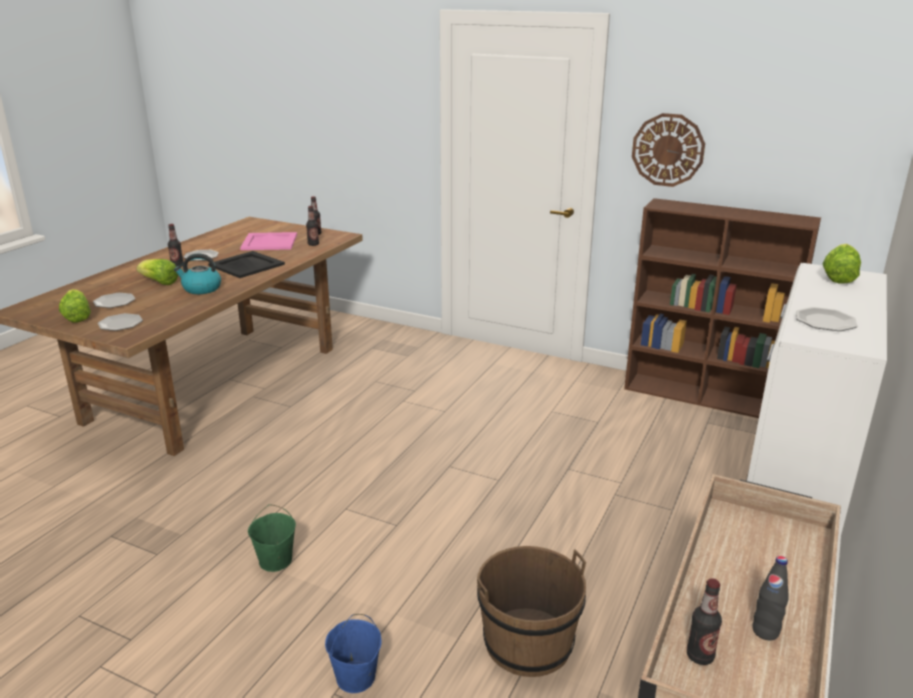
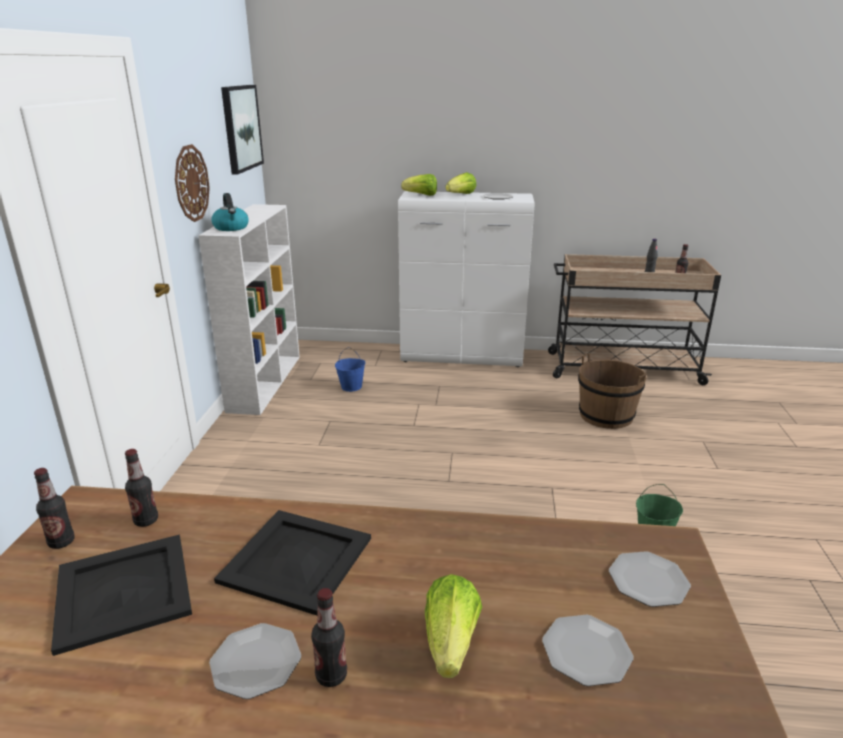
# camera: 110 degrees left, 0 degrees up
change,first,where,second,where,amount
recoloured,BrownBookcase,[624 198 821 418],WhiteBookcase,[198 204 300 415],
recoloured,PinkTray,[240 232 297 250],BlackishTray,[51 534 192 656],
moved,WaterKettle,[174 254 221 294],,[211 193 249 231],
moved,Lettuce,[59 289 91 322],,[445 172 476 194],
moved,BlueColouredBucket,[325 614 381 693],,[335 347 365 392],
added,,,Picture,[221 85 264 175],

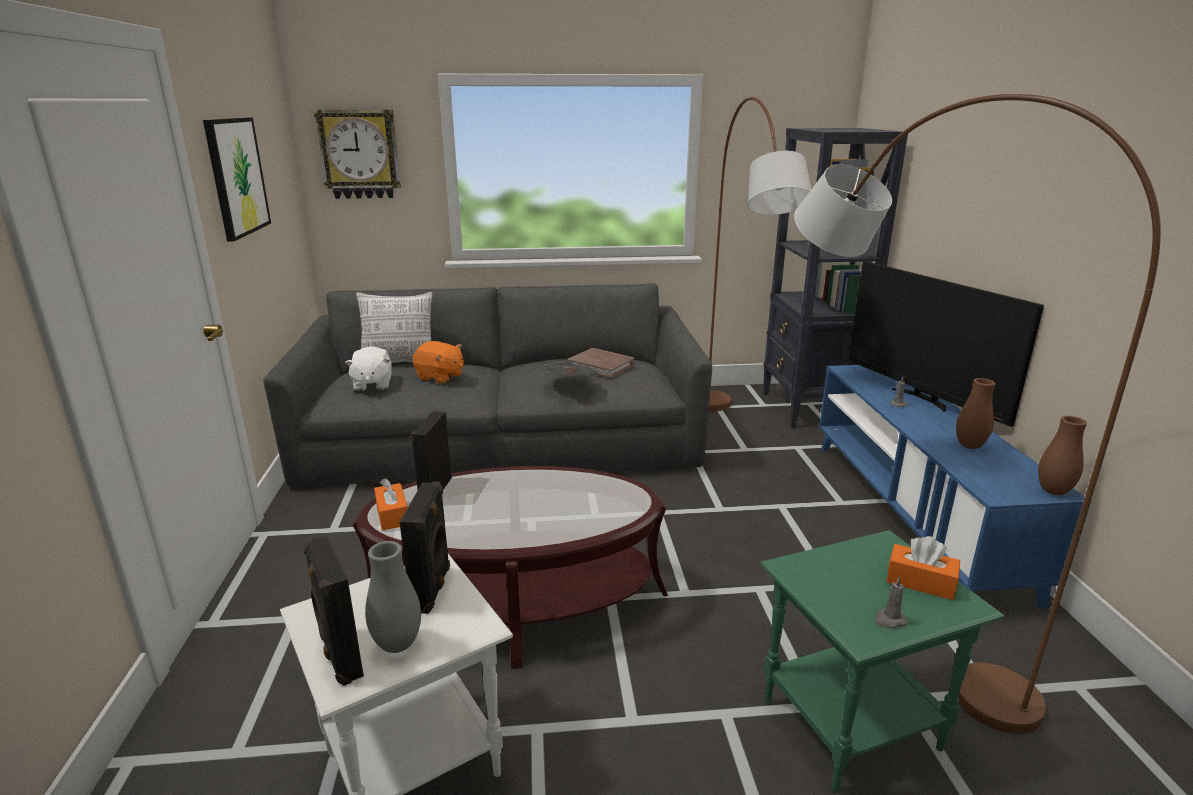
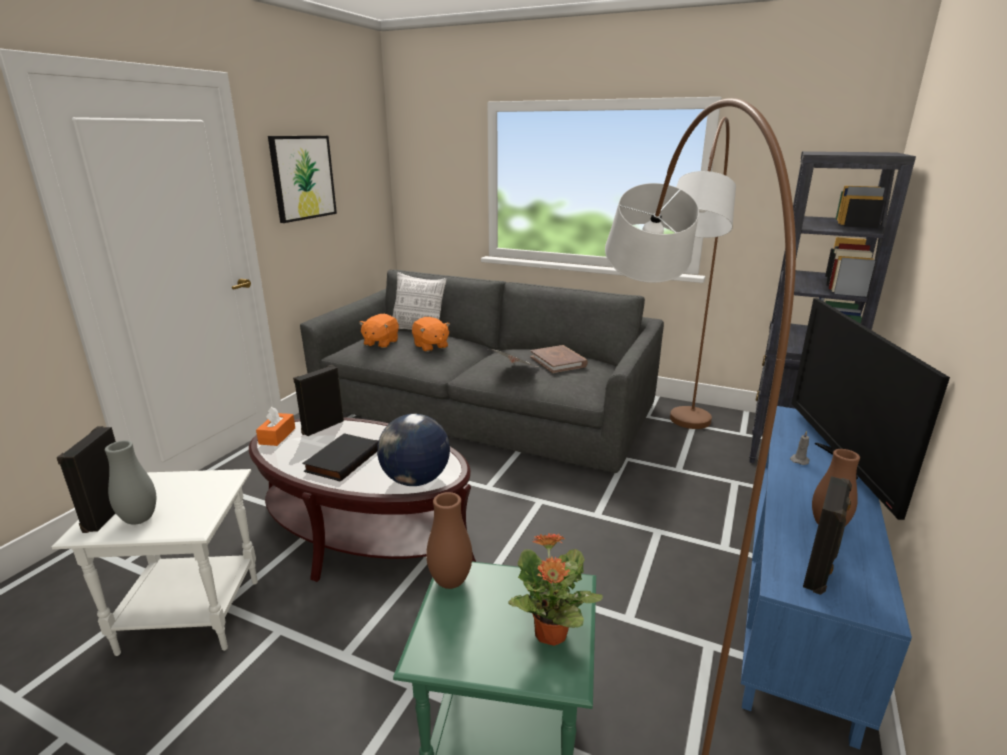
# camera: 30 degrees right, 0 degrees up
change,first,where,second,where,amount
removed,HangingClock,[314 110 401 199],,,
recoloured,WhiteSoftToy,[345 346 392 392],OrangeySoftToy,[359 314 399 348],
moved,BrownFlowerVase,[1038 416 1087 495],,[426 492 472 589],
moved,BlackishAudioSpeaker,[400 482 450 614],,[803 476 852 595],
replaced,OrangeyBoxOfTissues,[886 536 960 600],PlantInAPot,[508 533 603 646],
removed,GrayWaxCandle,[875 576 908 628],,,
added,,,DeskGlobe,[377 414 450 486],
added,,,BlackishBook,[303 433 379 482],

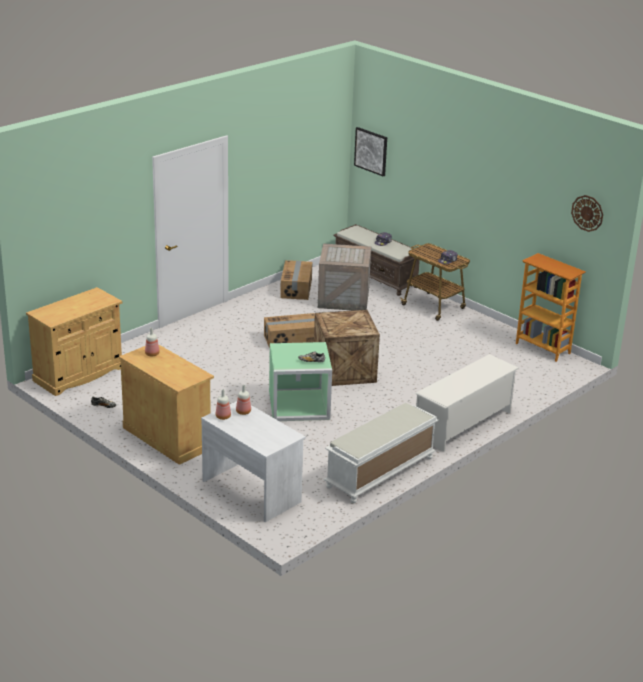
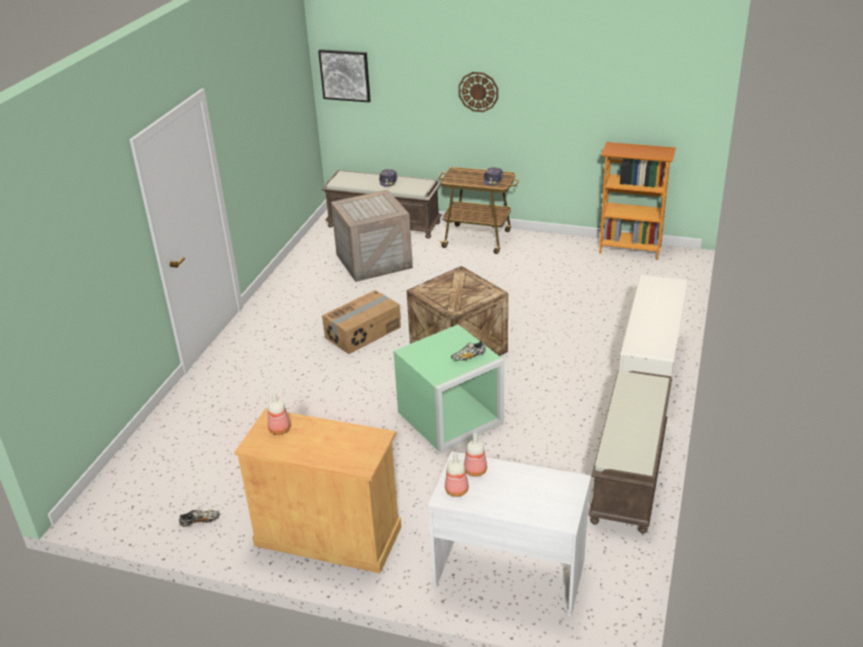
# camera: 25 degrees left, 5 degrees up
change,first,where,second,where,amount
moved,HangingClock,[571 195 603 232],,[458 72 498 112],
removed,CardboardBox,[280 260 312 300],,,
removed,SandColouredCupboard,[26 287 122 396],,,
recoloured,WhiteBench,[324 403 438 503],BrownBench,[589 371 672 534],

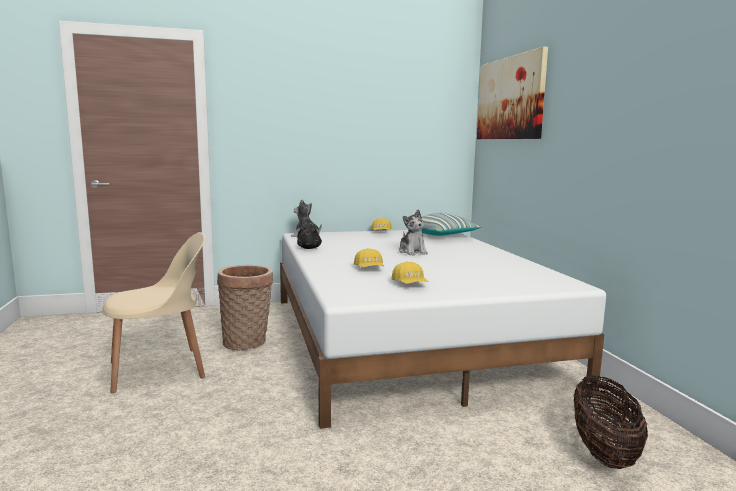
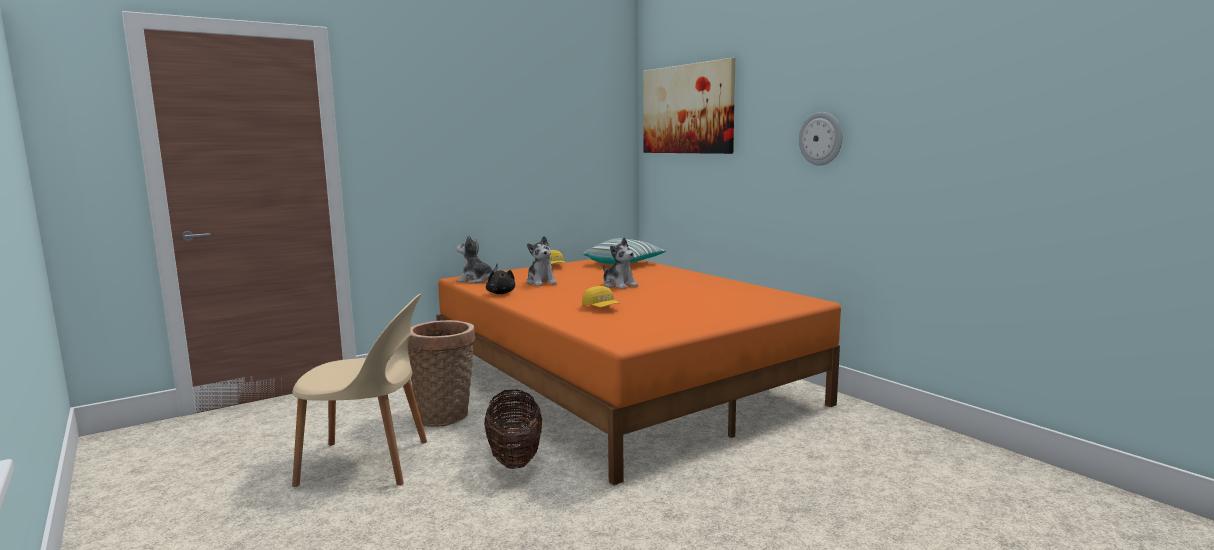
# camera: 20 degrees left, 0 degrees up
change,first,where,second,where,amount
recoloured,WhiteBedroomBed,[280 230 606 429],OrangeyBedroomBed,[436 259 841 485],
turned,SandColouredChair,[102 232 205 393],,[292 294 427 487],45 degrees clockwise
removed,YellowBaseballCap,[392 261 429 284],,,
moved,Basket,[573 375 648 469],,[484 390 542 469],
added,,,HangingClock,[799 112 842 166],
added,,,SoftToy,[526 236 557 286],

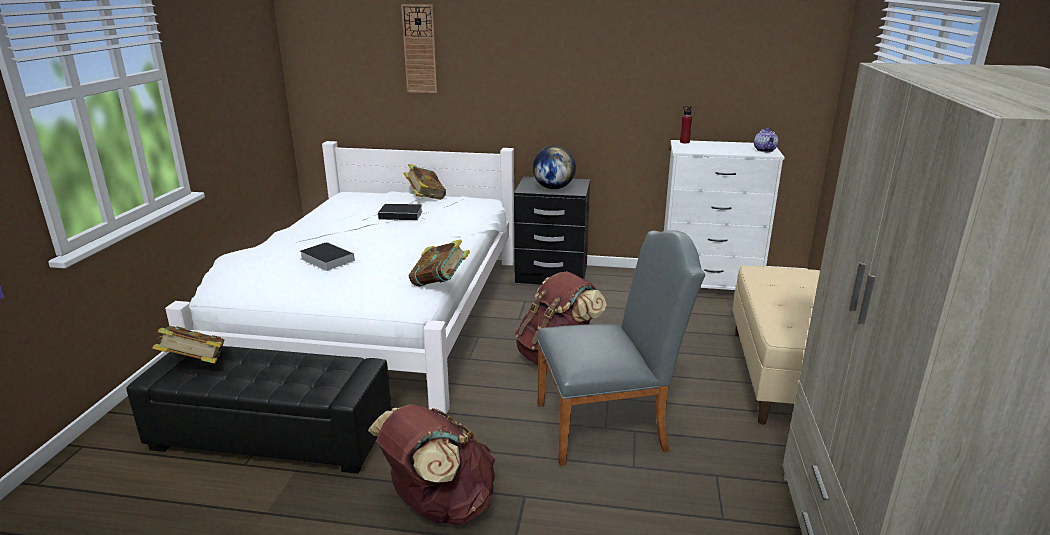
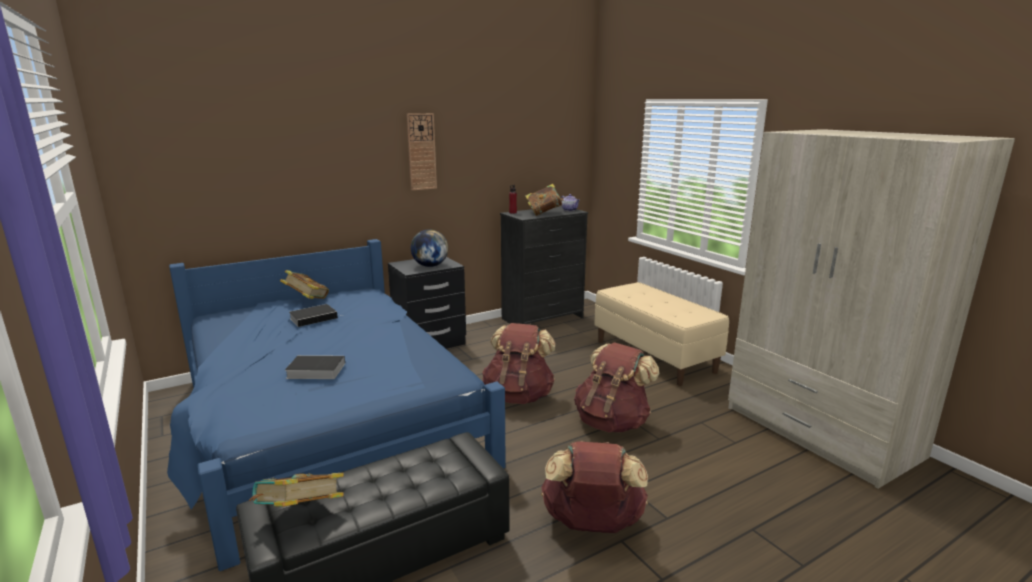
# camera: 40 degrees left, 5 degrees down
change,first,where,second,where,amount
moved,HangingClock,[401 4 437 93],,[406 113 437 190],
recoloured,WhiteDrawerChest,[664 140 785 290],BlackishDrawerChest,[500 206 588 324],
recoloured,WhiteBedroomBed,[165 141 514 415],BlueColouredBedroomBed,[167 239 506 571],
replaced,GrayChair,[538 230 705 466],BrownKnapsack,[574 342 659 433],
moved,Book,[409 239 470 287],,[525 184 564 216],

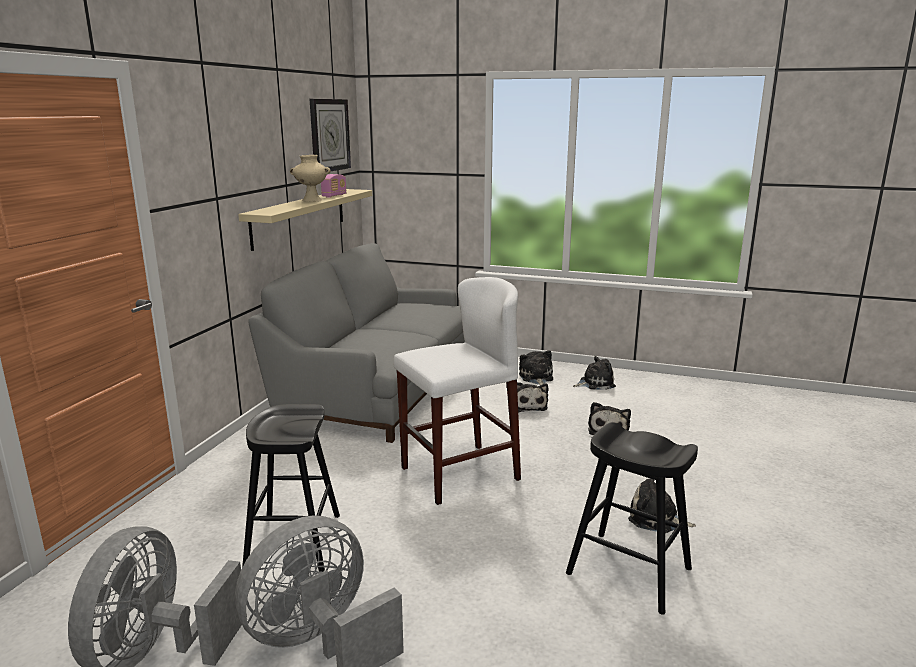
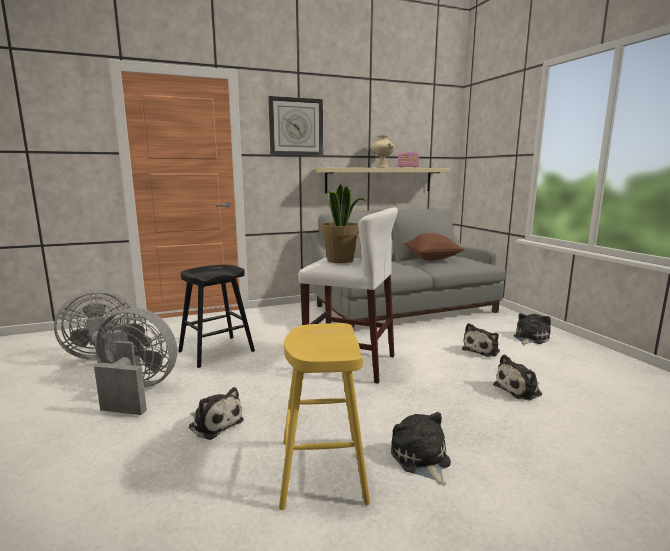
# camera: 50 degrees right, 5 degrees down
change,first,where,second,where,amount
moved,HangingClock,[309 99 351 171],,[268 96 323 156],
moved,SoftToy,[573 356 616 390],,[189 387 244 440],
recoloured,BlackishStool,[566 422 698 615],YellowStool,[279 323 370 510],
added,,,PlantInAPot,[322 184 366 263],
added,,,BrownCushion,[404 233 464 261],

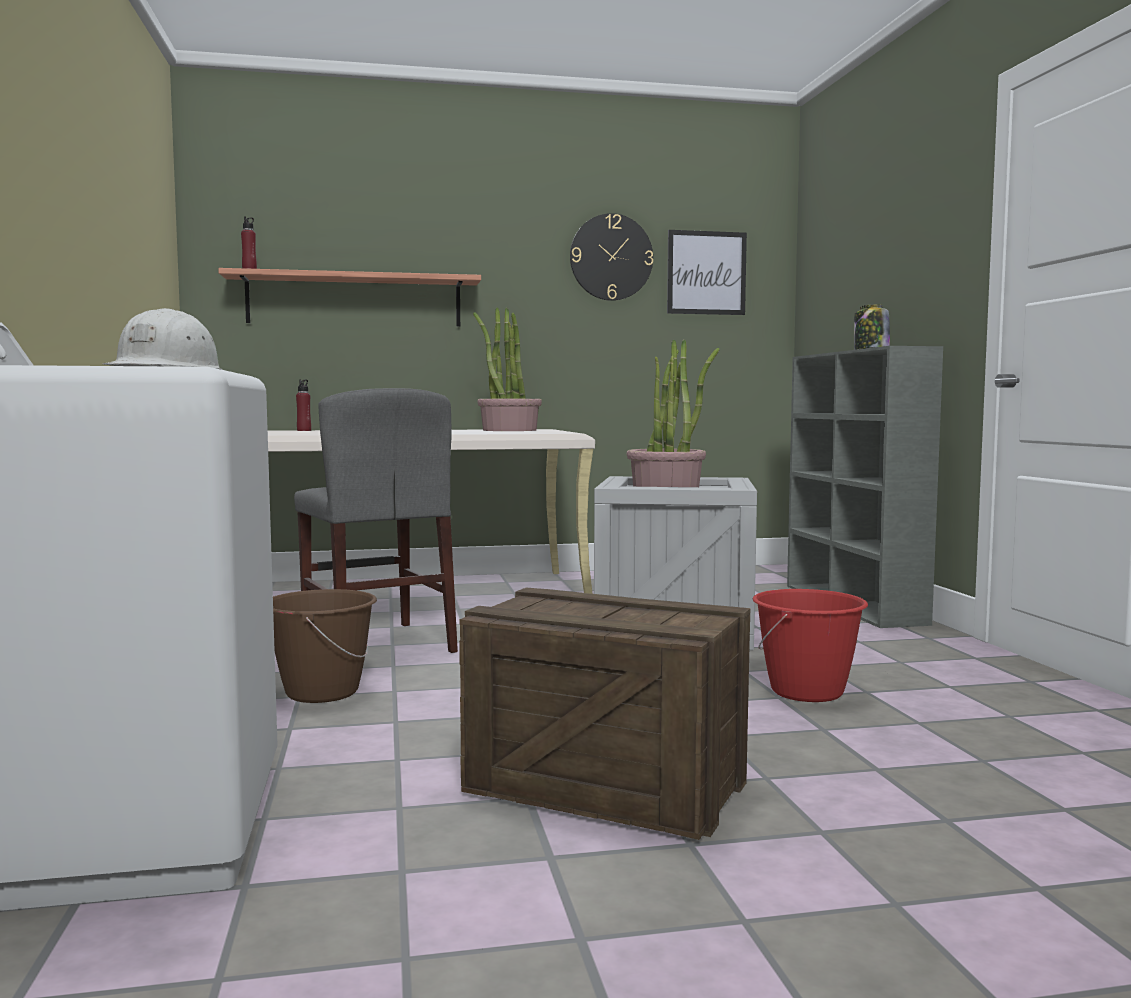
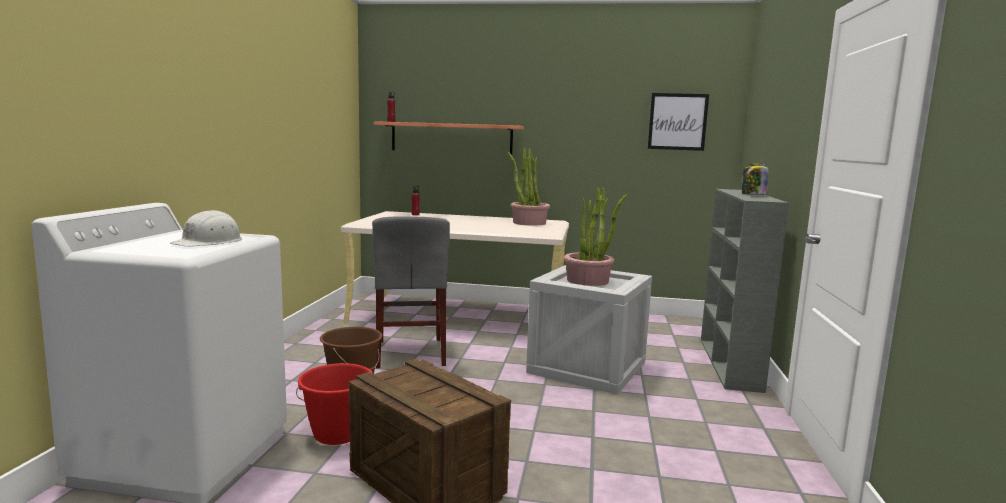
# camera: 20 degrees right, 5 degrees up
change,first,where,second,where,amount
removed,HangingClock,[570 213 653 301],,,
moved,ReddishBucket,[753 589 868 702],,[296 363 373 445],

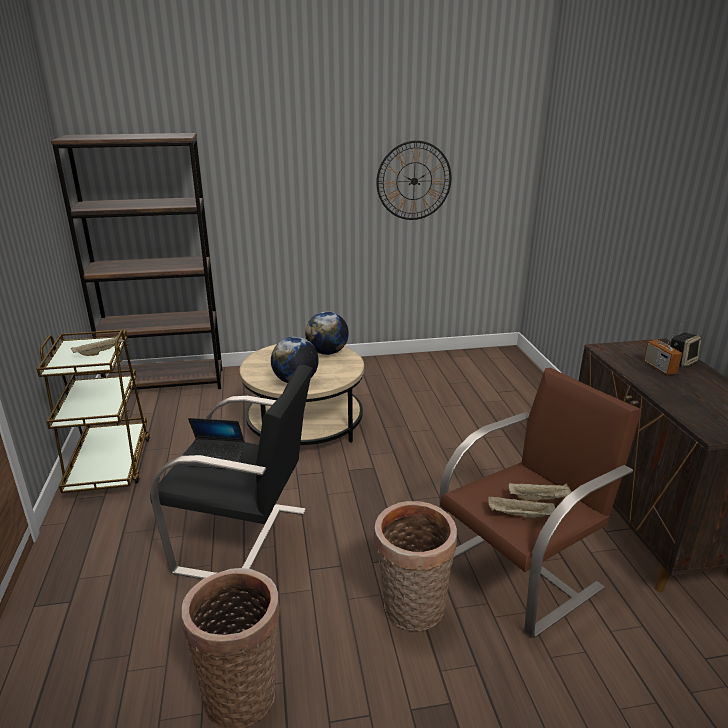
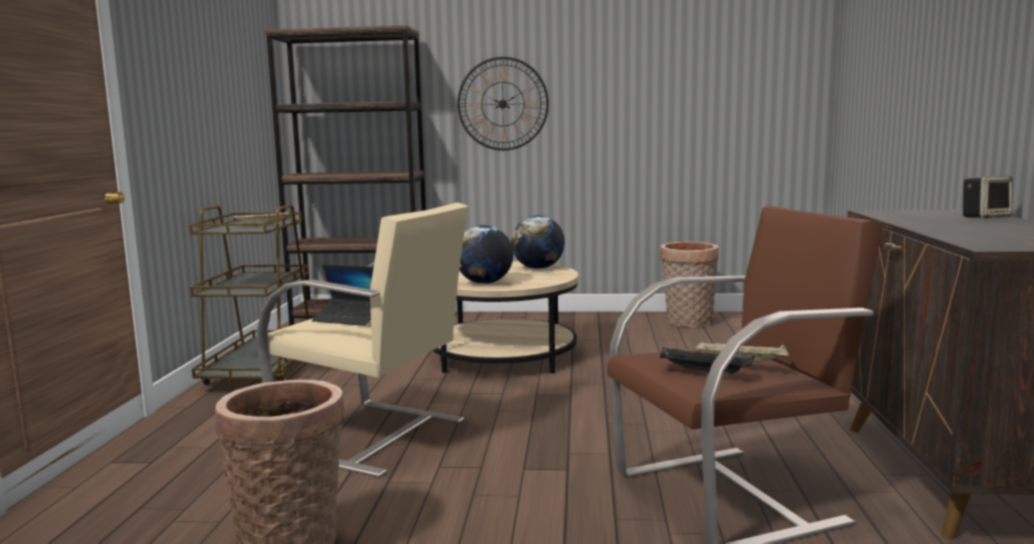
# camera: 15 degrees right, 15 degrees down
change,first,where,second,where,amount
moved,HangingClock,[376 140 452 220],,[457 57 549 151],
removed,RadioReceiver,[644 324 682 375],,,
recoloured,BlackishEasyChair,[150 365 313 579],SandColouredEasyChair,[257 202 468 478],
recoloured,SandColouredTray,[488 496 555 519],BlackishTray,[660 348 754 375],
moved,Basket,[374 501 457 631],,[660 241 719 327],

